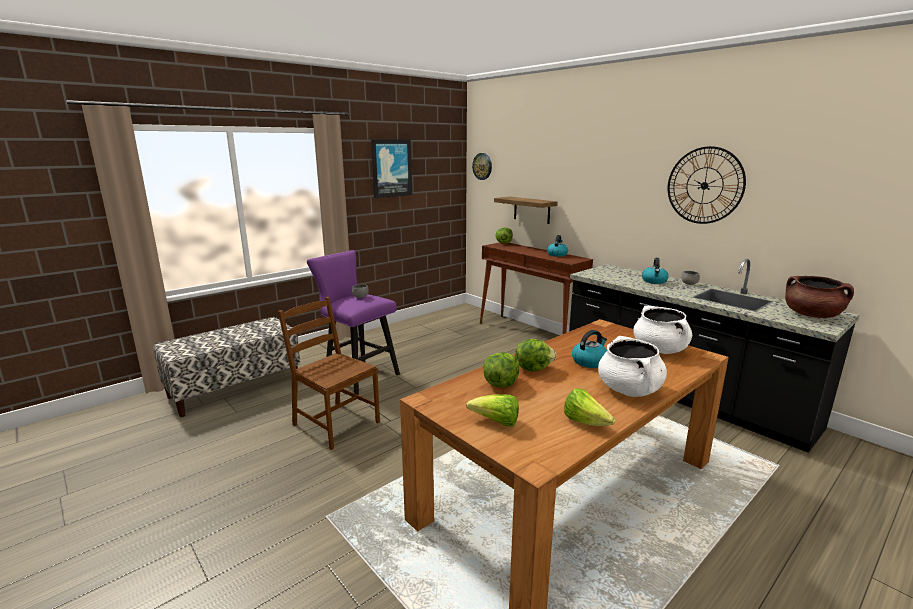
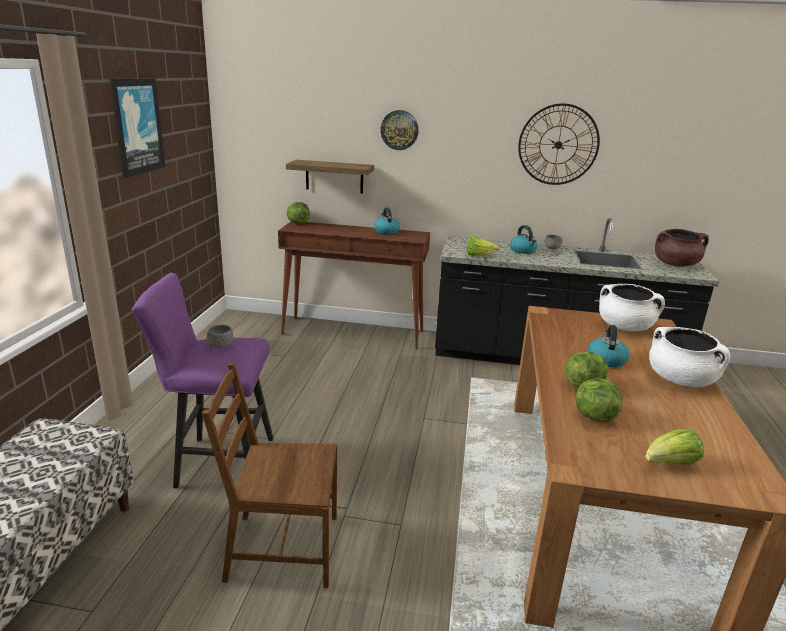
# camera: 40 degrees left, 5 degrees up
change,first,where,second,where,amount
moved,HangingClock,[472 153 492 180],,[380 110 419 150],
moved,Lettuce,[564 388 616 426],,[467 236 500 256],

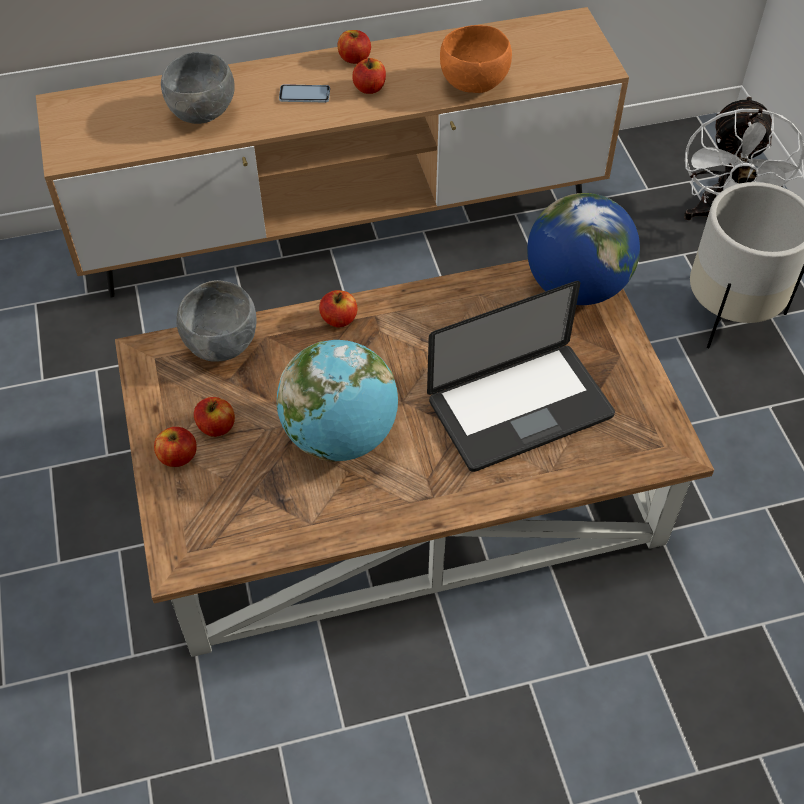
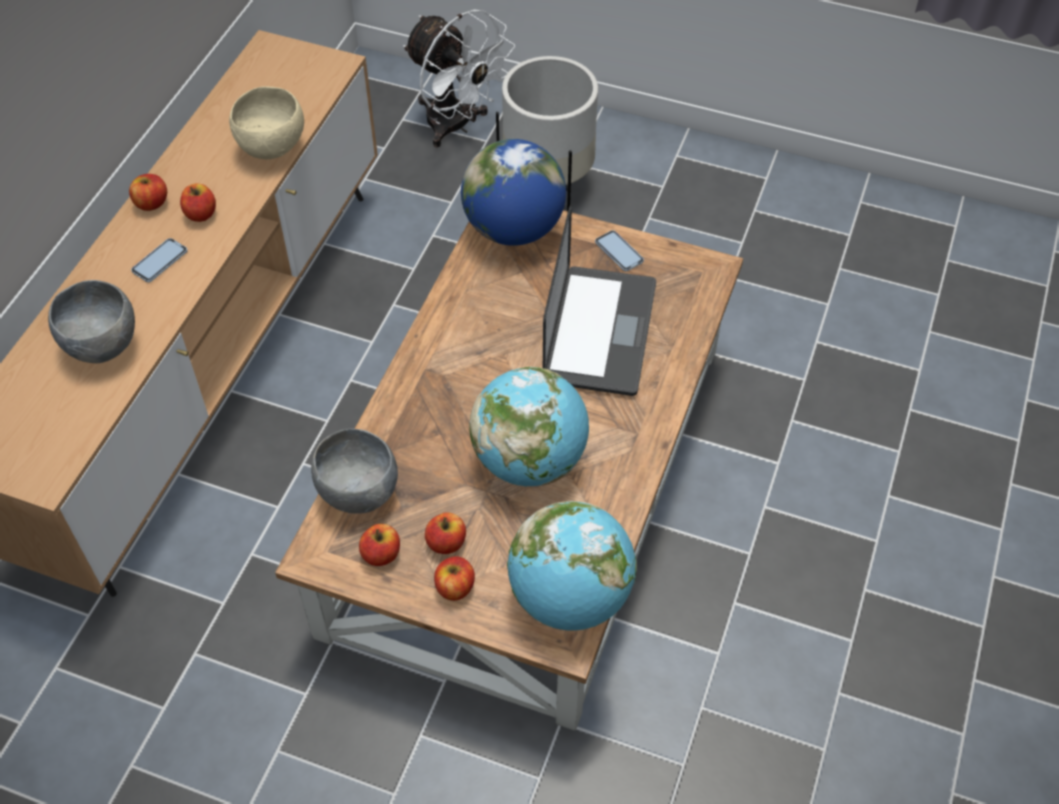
# camera: 55 degrees left, 0 degrees up
change,first,where,second,where,amount
recoloured,OrangeyBowl,[440 25 512 93],SandColouredBowl,[229 86 304 159],
moved,WholeApple,[319 290 357 327],,[359 524 400 566],
added,,,Telephone,[595 230 644 271],
added,,,DeskGlobe,[507 501 637 631],

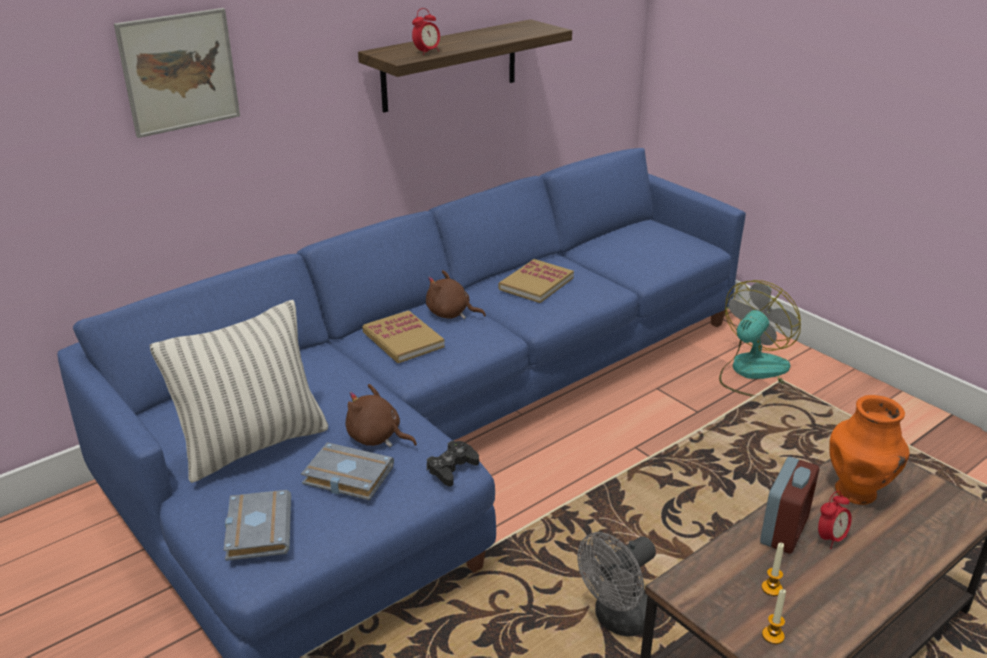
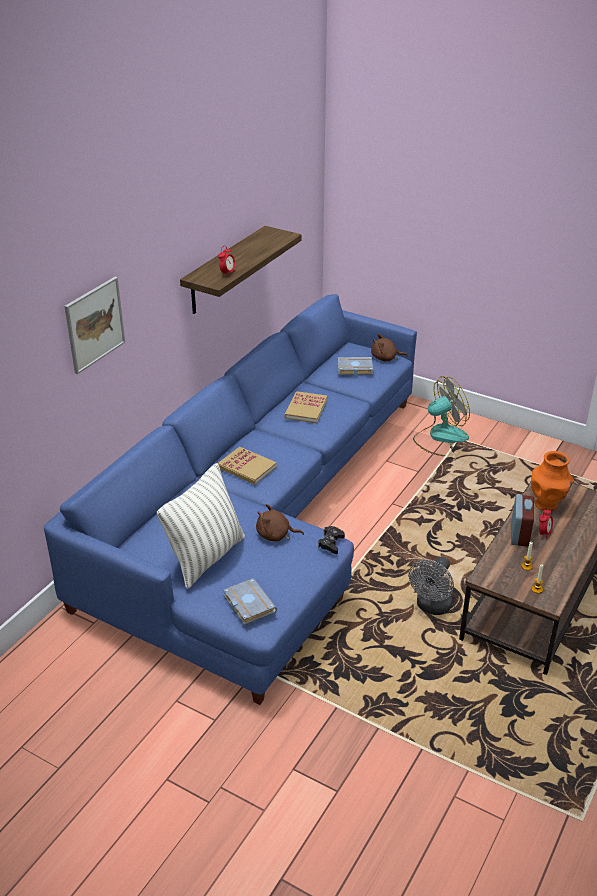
# camera: 20 degrees left, 5 degrees up
change,first,where,second,where,amount
moved,BrownSoftToy,[426 270 486 319],,[371 334 408 361],
turned,Fan,[719 280 801 397],,[413 376 470 456],45 degrees clockwise
moved,GrayBook,[301 442 394 501],,[338 357 373 376],

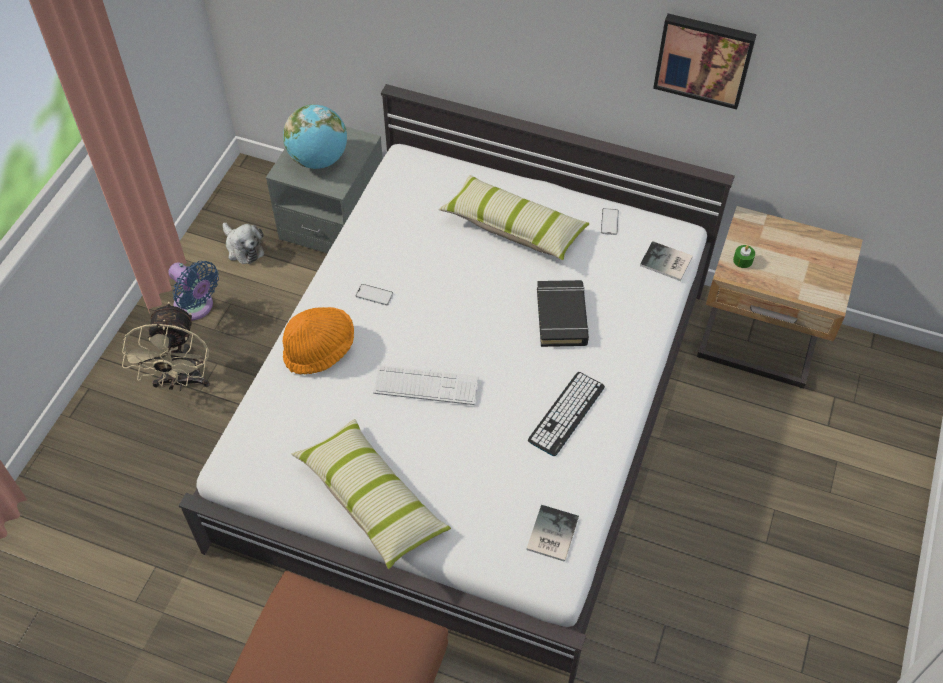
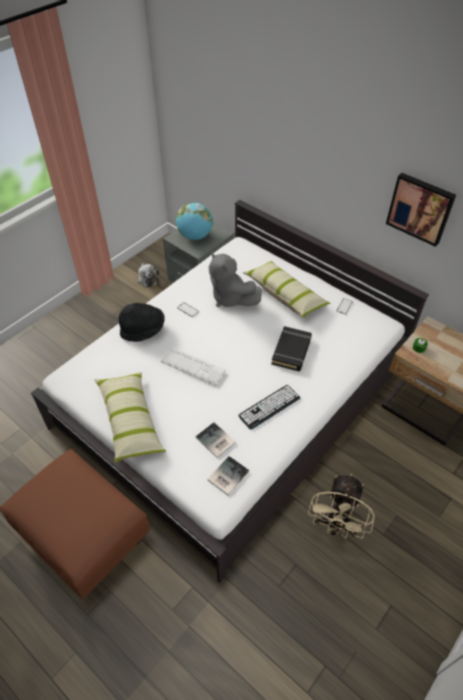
# camera: 20 degrees right, 5 degrees down
change,first,where,second,where,amount
moved,Book,[640 241 693 281],,[196 422 236 458],
removed,BlueColouredFan,[168 261 219 321],,,
moved,SandColouredFan,[122 302 210 391],,[308 474 375 539],
recoloured,OrangeyHat,[283 307 354 374],BlackishHat,[119 303 165 342],
added,,,GraySoftToy,[209 253 262 307],

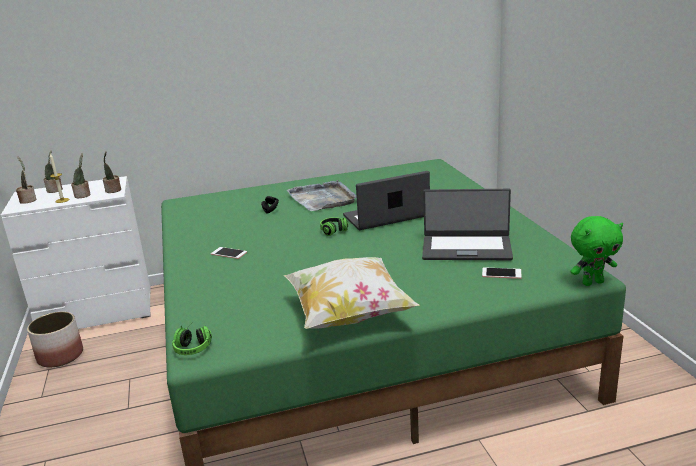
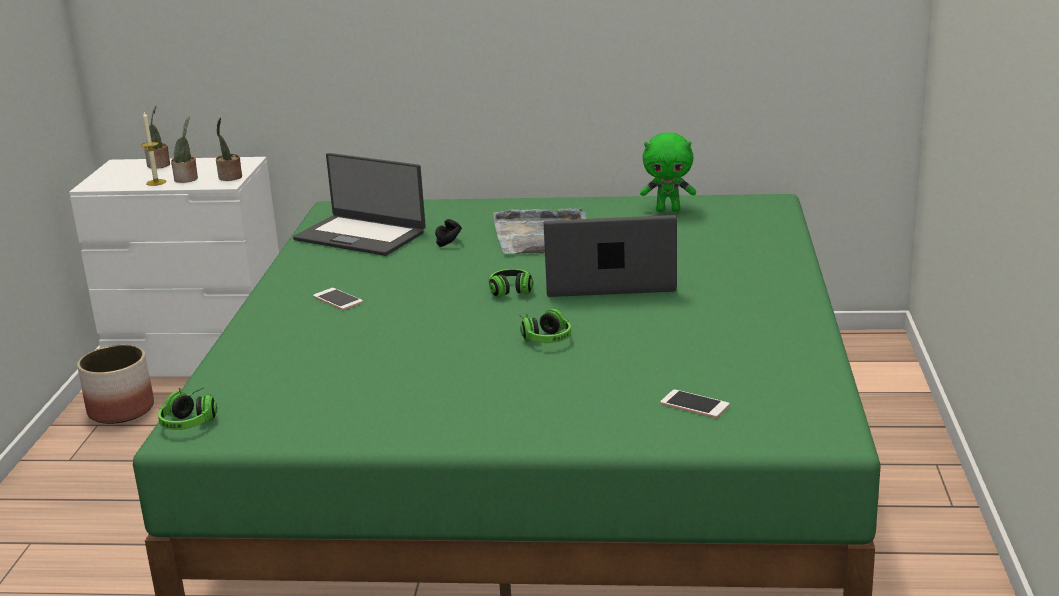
# camera: 20 degrees right, 0 degrees up
change,first,where,second,where,amount
removed,PlantInAPot,[16 157 36 204],,,
moved,Laptop,[422 189 513 260],,[293 153 426 256],
moved,GreenColouredSoftToy,[570 216 623 286],,[640 132 696 212],
removed,Cushion,[284 257 419 329],,,
added,,,Headphones,[519 309 571 343],

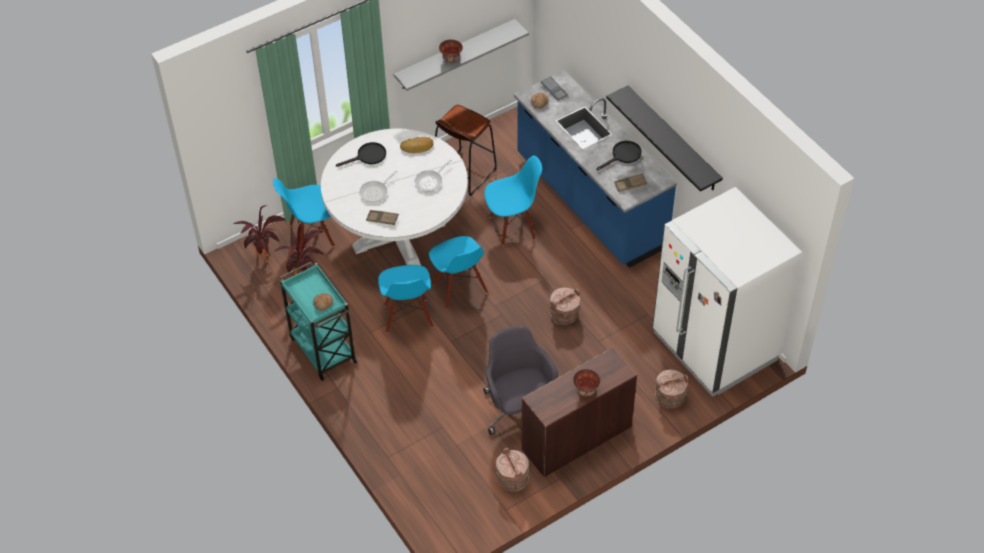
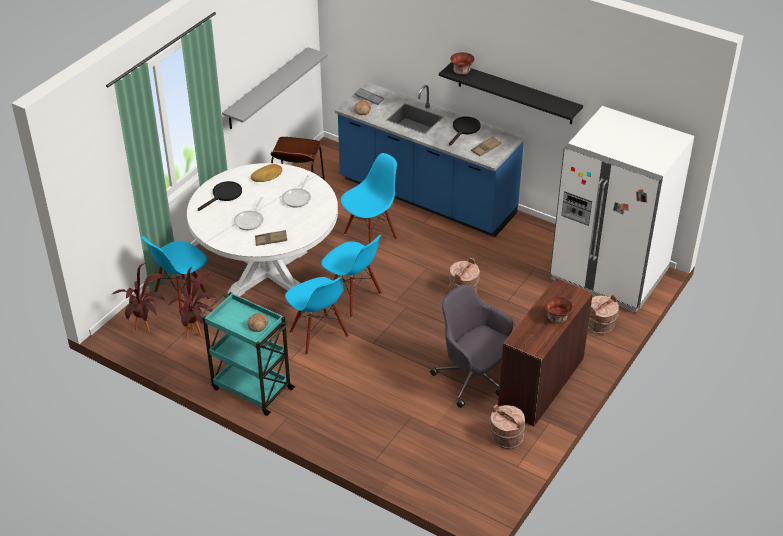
# camera: 25 degrees left, 10 degrees down
change,first,where,second,where,amount
moved,Bowl,[439 39 463 63],,[450 52 475 75],

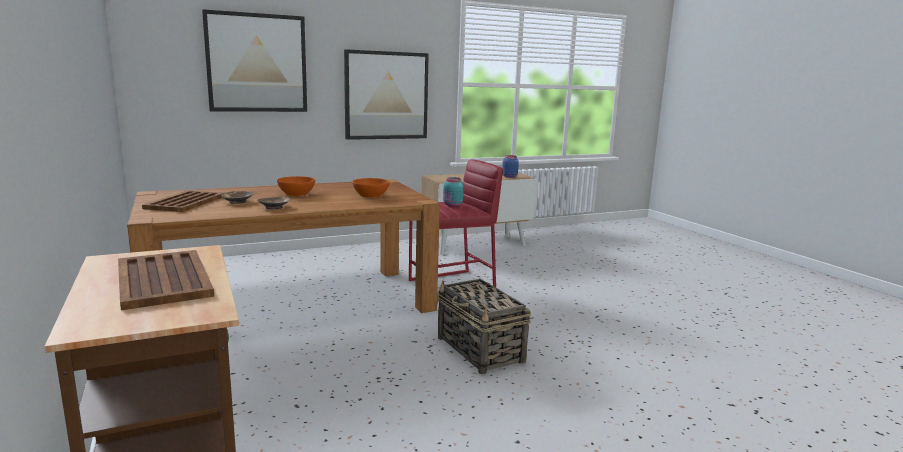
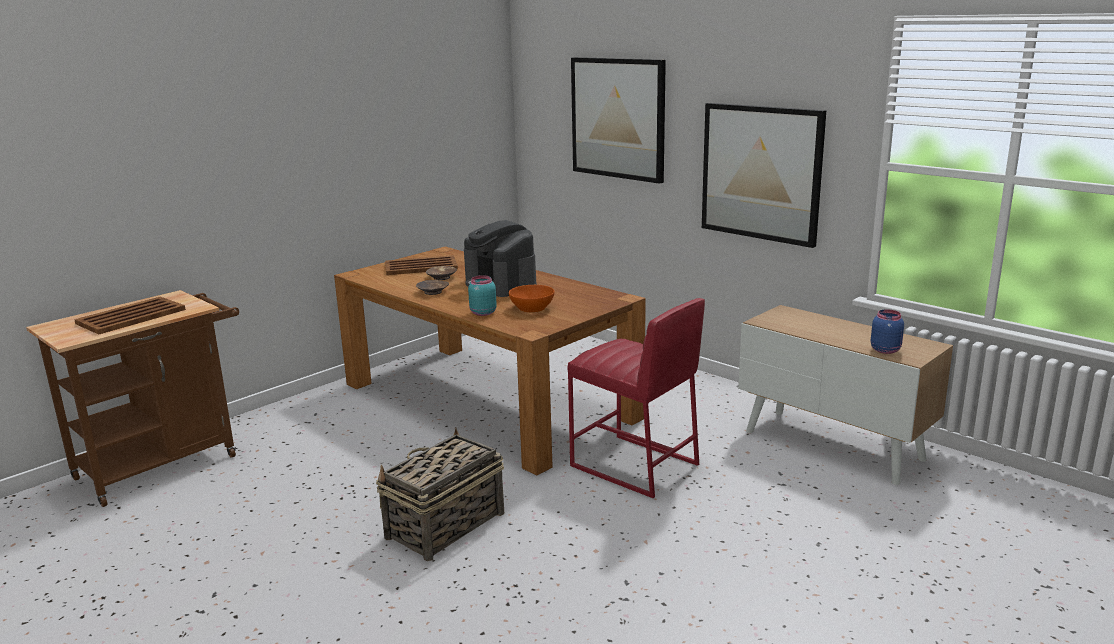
# camera: 70 degrees right, 5 degrees up
change,first,where,second,where,amount
replaced,OrangeyBowl,[277 176 315 196],CoffeeBrewer,[464 220 537 297],
moved,TurquoiseColouredJar,[443 177 464 206],,[468 275 497 316],

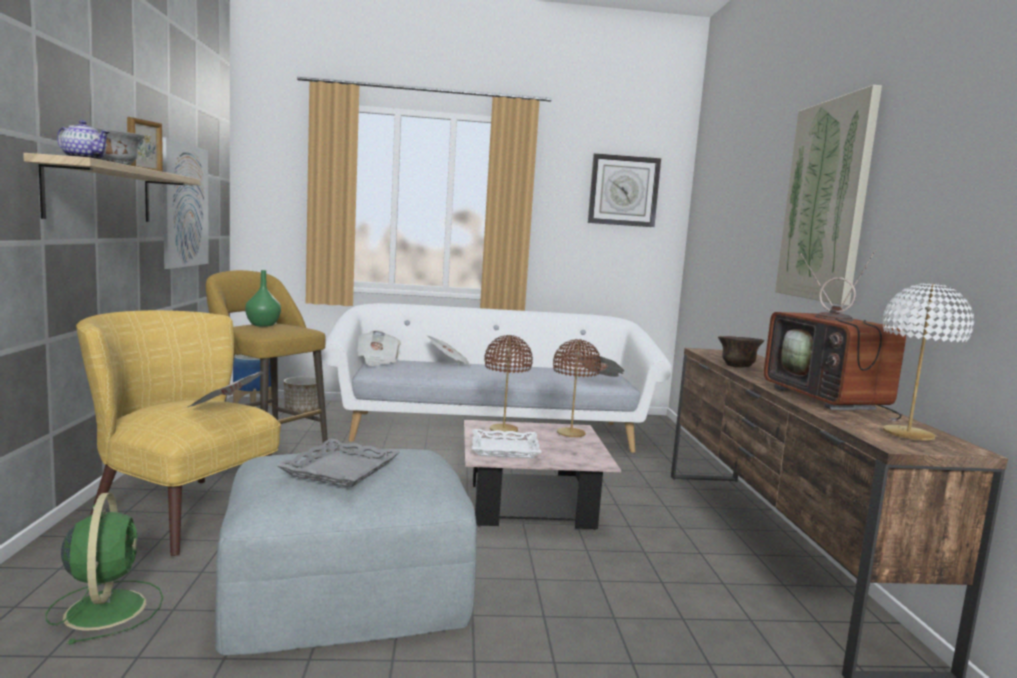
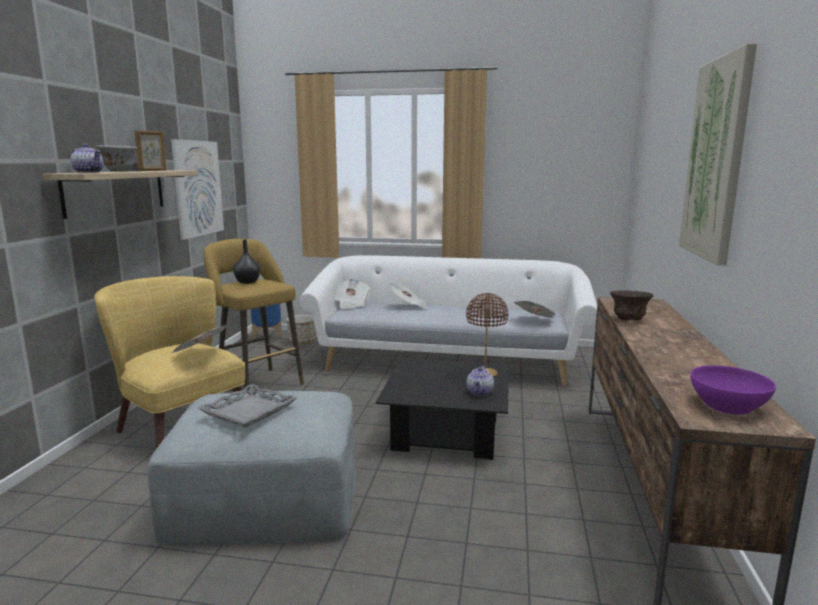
# camera: 15 degrees right, 5 degrees up
change,first,where,second,where,amount
removed,HangingClock,[588 153 661 227],,,
removed,TvSet,[764 249 906 421],,,
recoloured,GreenColouredFlowerVase,[245 270 281 327],BlackishFlowerVase,[233 239 260 284],
replaced,WhiteTabletopLamp,[883 283 974 441],PurpleColouredBowl,[690 365 776 415],
removed,BrownTabletopLamp,[484 335 533 432],,,
recoloured,PinkCoffeeTable,[464 420 621 530],BlackishCoffeeTable,[375 359 509 460],
removed,WhiteTray,[472 429 542 459],,,
removed,GreenColouredFan,[46 493 163 645],,,
added,,,PotForTea,[466 366 494 396],

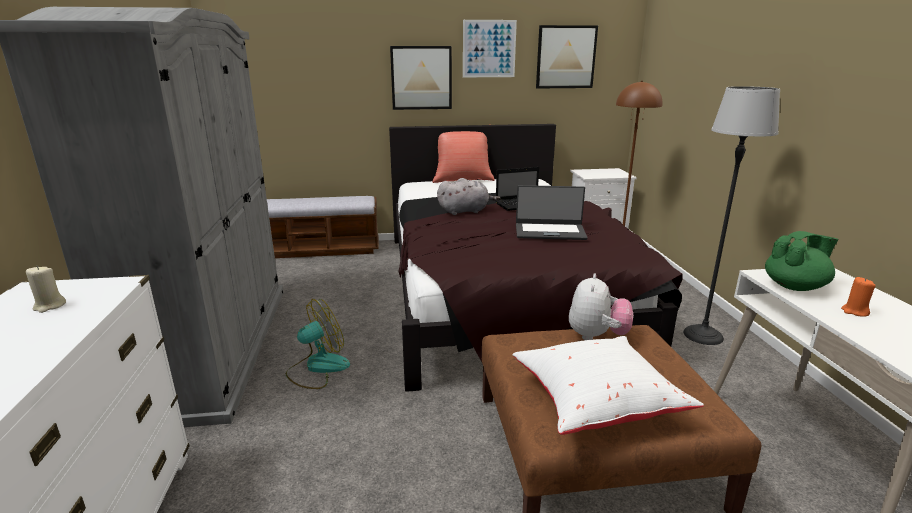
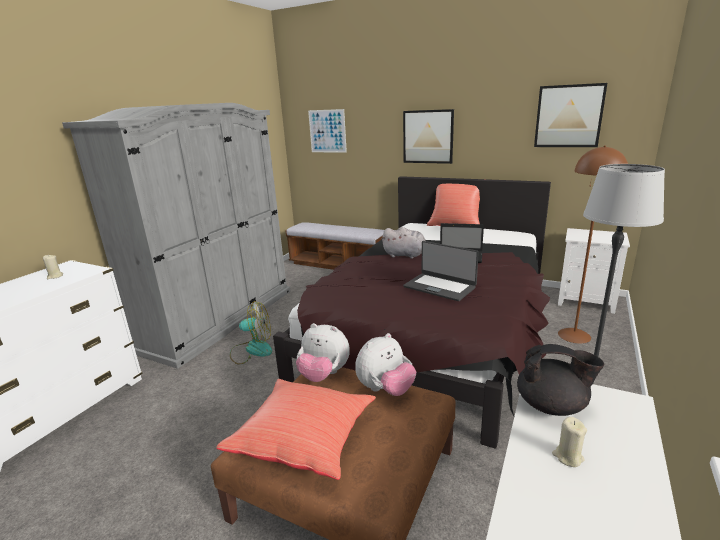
# camera: 35 degrees right, 0 degrees up
change,first,where,second,where,amount
moved,Picture,[463 20 517 77],,[308 109 347 153],
recoloured,GreenColouredPotForTea,[765 231 838 291],BlackishPotForTea,[517 344 604 416],
recoloured,OrangeyWaxCandle,[841 277 876 317],SandColouredWaxCandle,[552 417 587 467],
recoloured,WhiteCushion,[513 336 704 435],ReddishCushion,[216 379 376 480],
added,,,SoftToy,[296 323 350 382],

